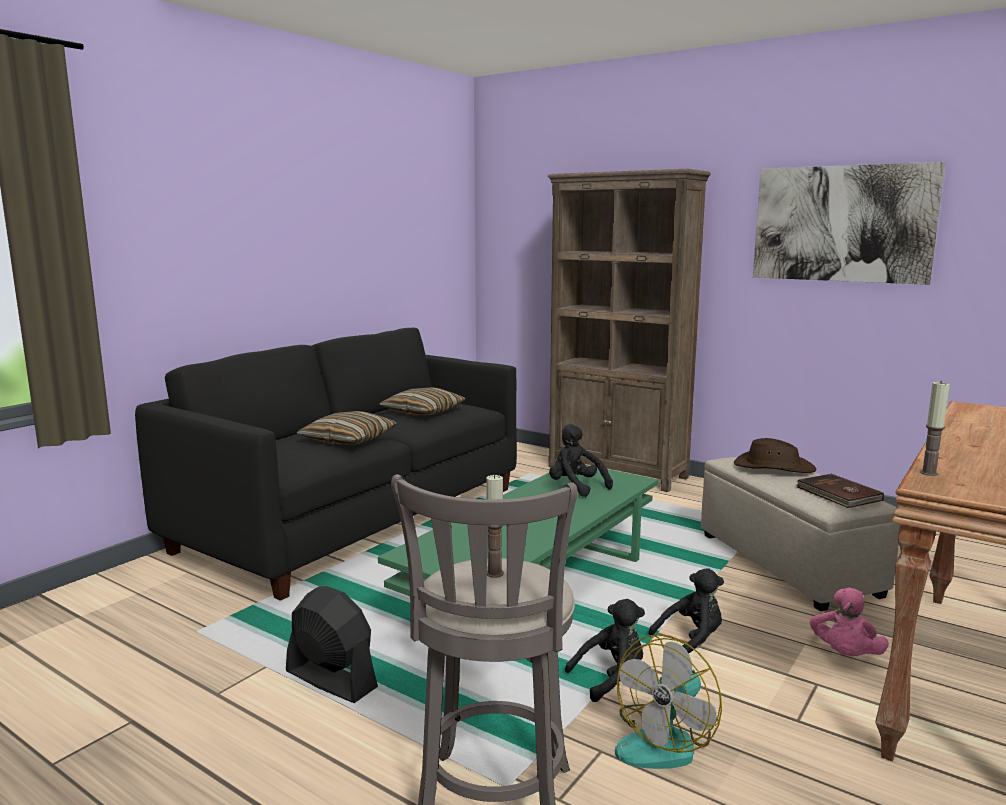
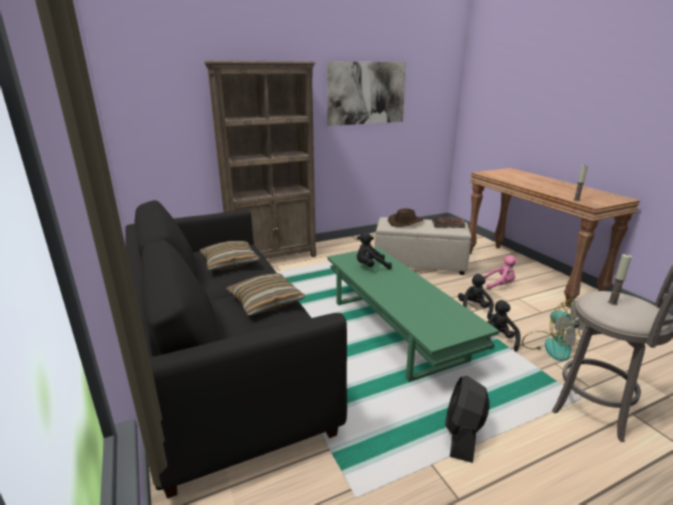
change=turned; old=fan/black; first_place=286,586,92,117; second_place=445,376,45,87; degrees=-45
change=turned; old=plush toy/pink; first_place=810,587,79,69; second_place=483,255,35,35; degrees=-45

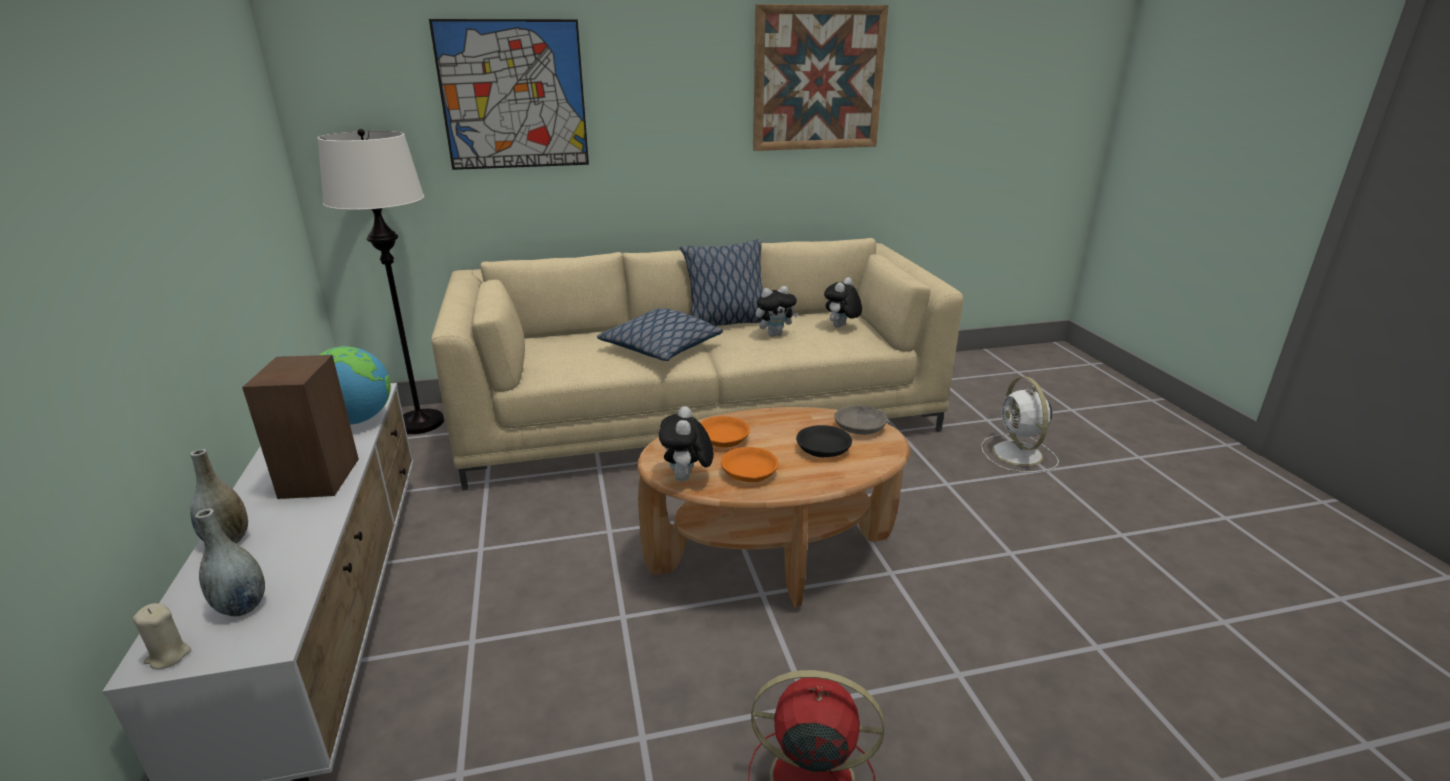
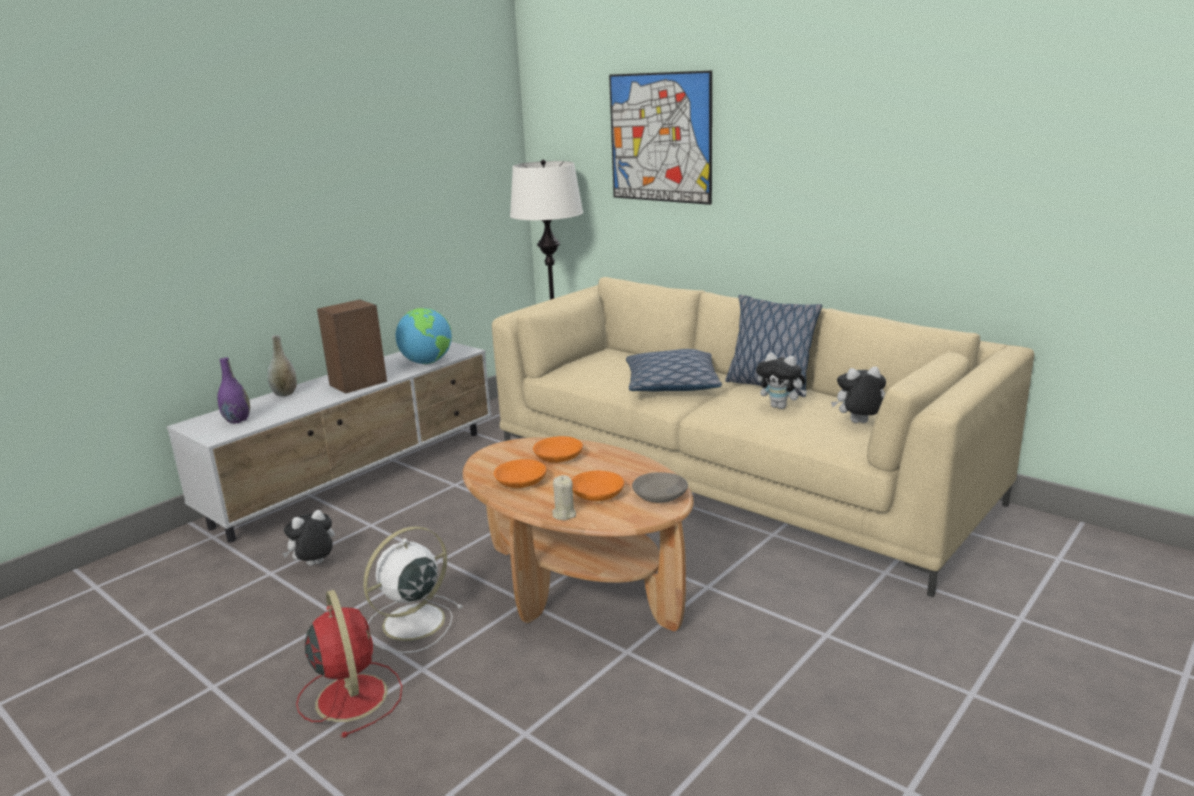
change=moved; old=candle/beige; first_place=133,603,58,66; second_place=552,475,24,45
change=recoloured; old=vase/grey; new=vase/purple; first_place=195,509,70,107; second_place=217,357,33,67
change=moved; old=plush toy; first_place=659,406,55,75; second_place=282,510,53,56
change=removed; old=picture; first_place=753,4,136,147
change=recoloured; old=bowl/black; new=bowl/orange; first_place=796,425,56,32; second_place=572,471,52,30
change=moved; old=fan/white; first_place=981,377,78,96; second_place=363,527,99,126

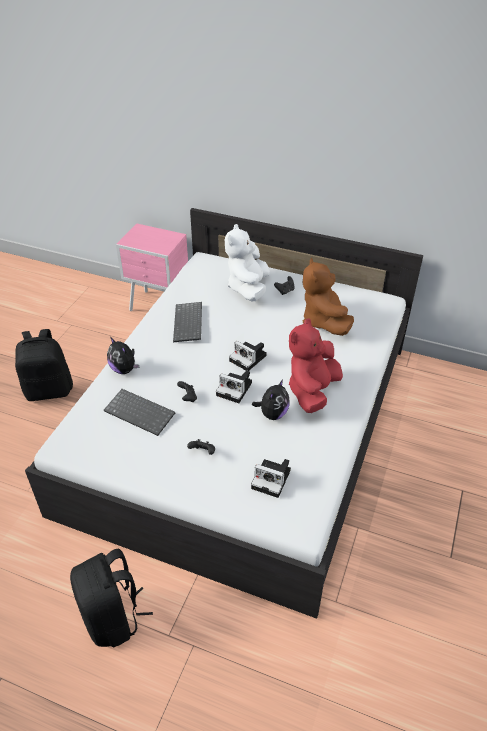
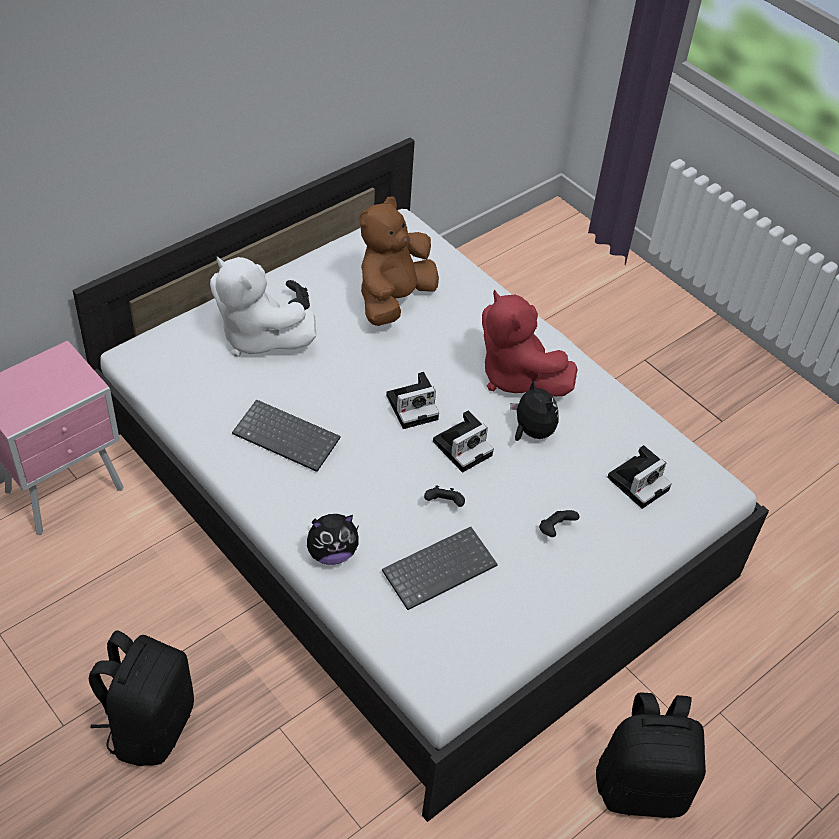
change=turned; old=plush toy/brown; first_place=303,258,51,78; second_place=359,197,80,129; degrees=105

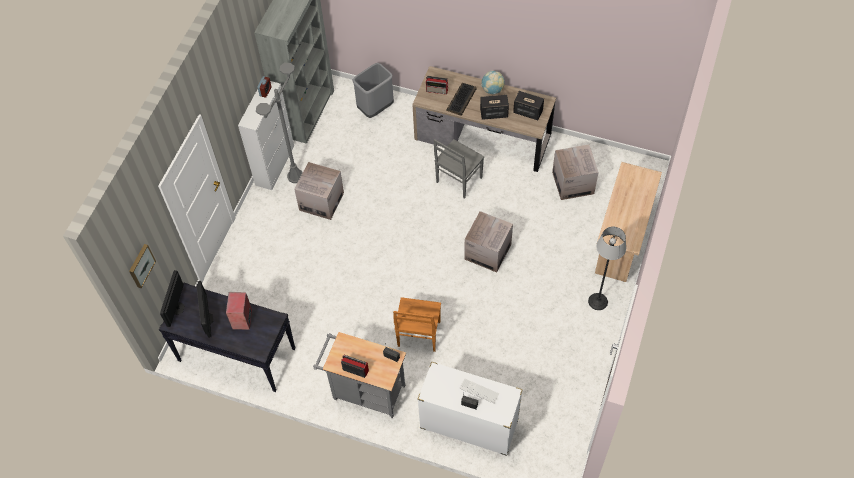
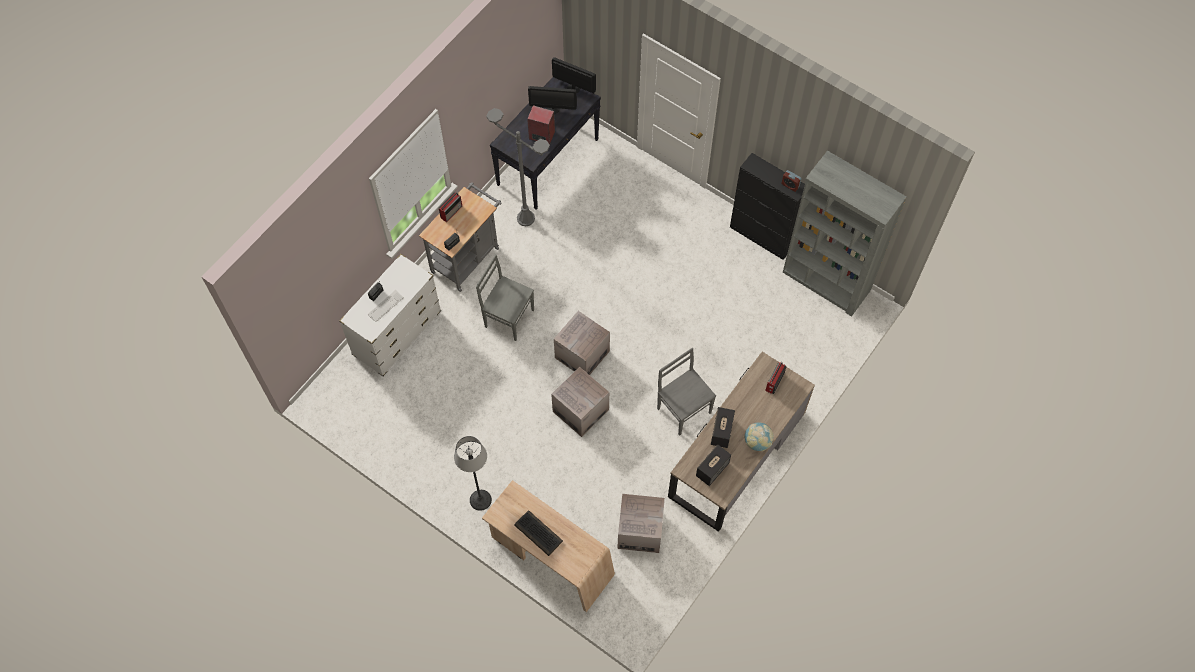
change=removed; old=picture; first_place=129,244,27,44
change=recoloured; old=cabinet/white; new=cabinet/black; first_place=238,81,56,109; second_place=730,153,75,107
change=moved; old=floor lamp/grey; first_place=256,63,47,120; second_place=486,108,64,118
change=moved; old=cardboard box; first_place=294,162,50,58; second_place=554,311,56,64
change=removed; old=trash can/grey; first_place=352,63,42,55
change=recoloured; old=chair/brown; new=chair/grey; first_place=393,297,48,55; second_place=476,254,58,87
change=moved; old=keyboard; first_place=446,83,31,33; second_place=514,510,49,46

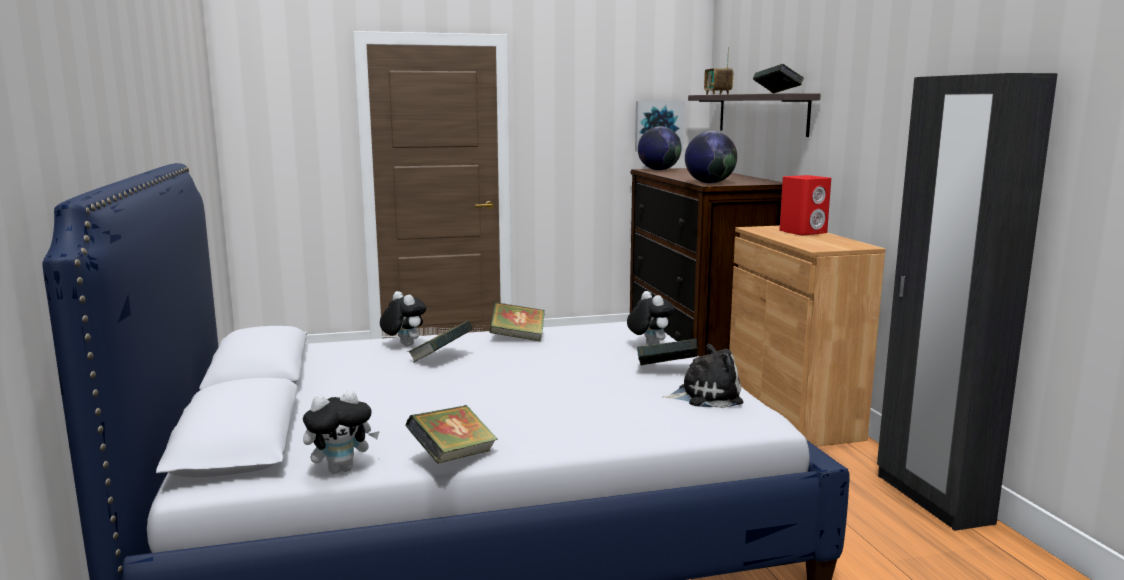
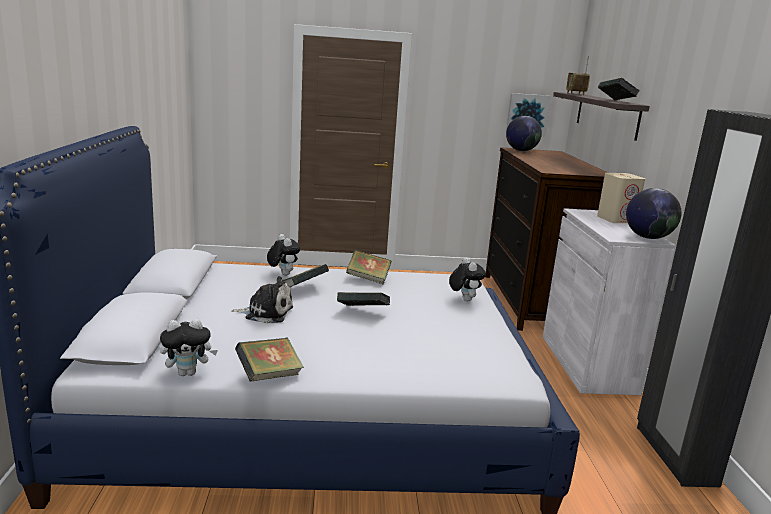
change=moved; old=book; first_place=637,339,61,27; second_place=337,292,53,14
change=moved; old=plush toy; first_place=662,344,81,64; second_place=232,276,61,47
change=moved; old=globe; first_place=685,131,52,52; second_place=626,188,56,51
change=recoloured; old=cabinet/brown; new=cabinet/white; first_place=729,225,156,222; second_place=543,208,133,187
change=recoloured; old=speaker/red; new=speaker/beige; first_place=779,175,52,60; second_place=597,173,48,50

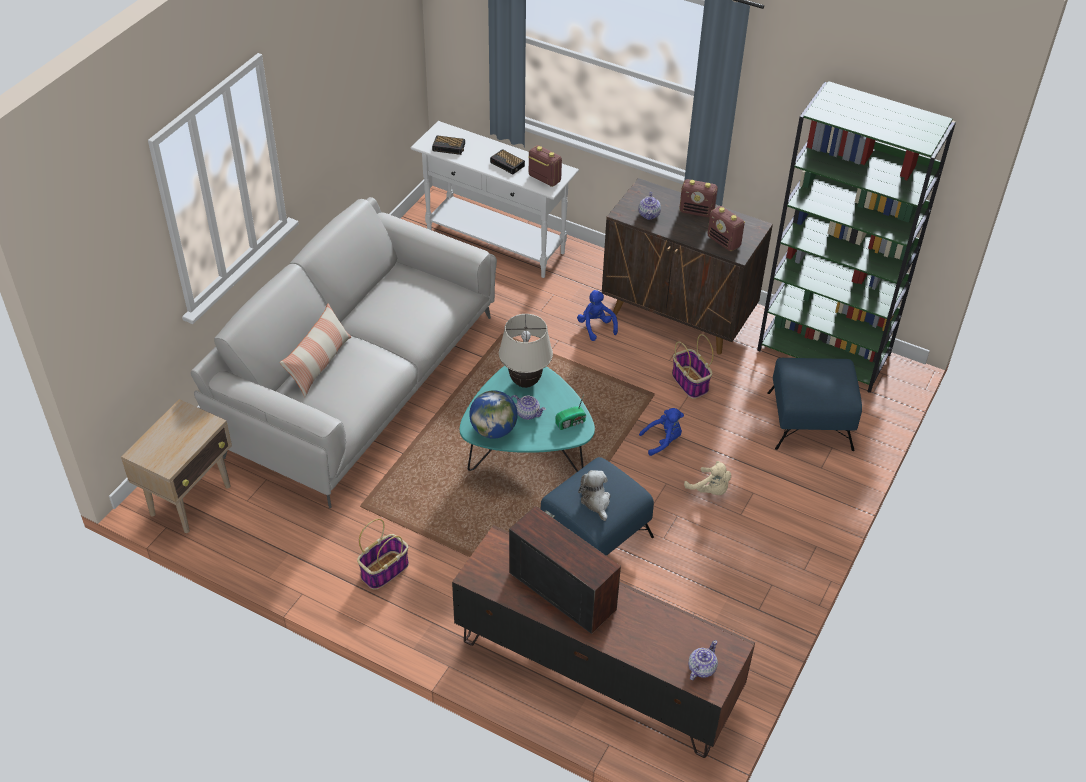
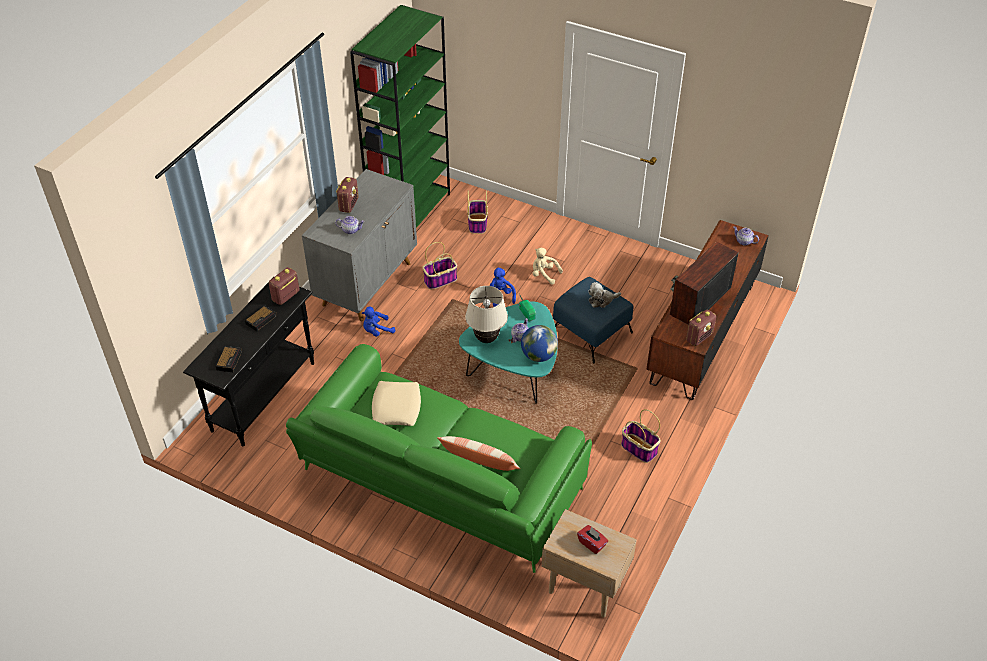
change=recoloured; old=sofa/grey; new=sofa/green; first_place=190,197,307,311; second_place=286,344,306,229
change=recoloured; old=console table/white; new=console table/black; first_place=410,121,169,157; second_place=183,277,131,169
change=recoloured; old=cabinet/brown; new=cabinet/grey; first_place=602,178,171,176; second_place=302,169,115,152
change=turned; old=plush toy/beige; first_place=684,461,47,34; second_place=533,248,30,37; degrees=-105
change=moved; old=radio; first_place=708,206,37,45; second_place=686,310,30,36
change=replaced; old=ottoman/blue; new=basket; first_place=767,358,95,93; second_place=467,190,21,44
change=added; new=pillow/beige; second_place=372,381,49,45
change=added; new=tissue box/red; second_place=577,525,31,29

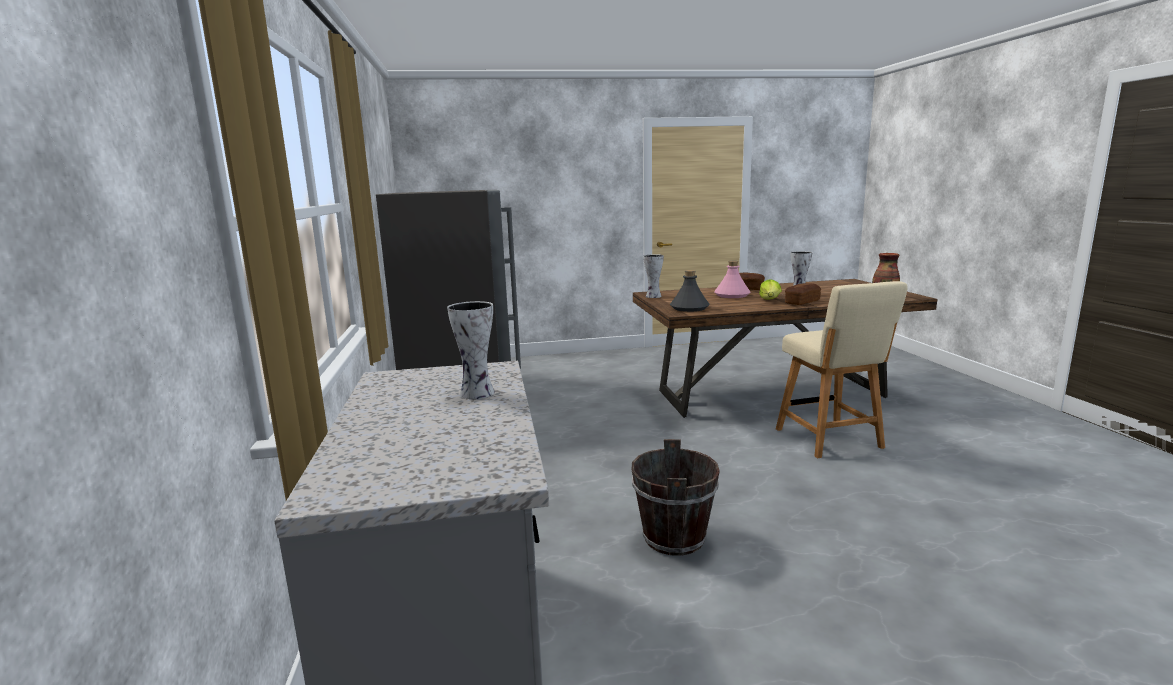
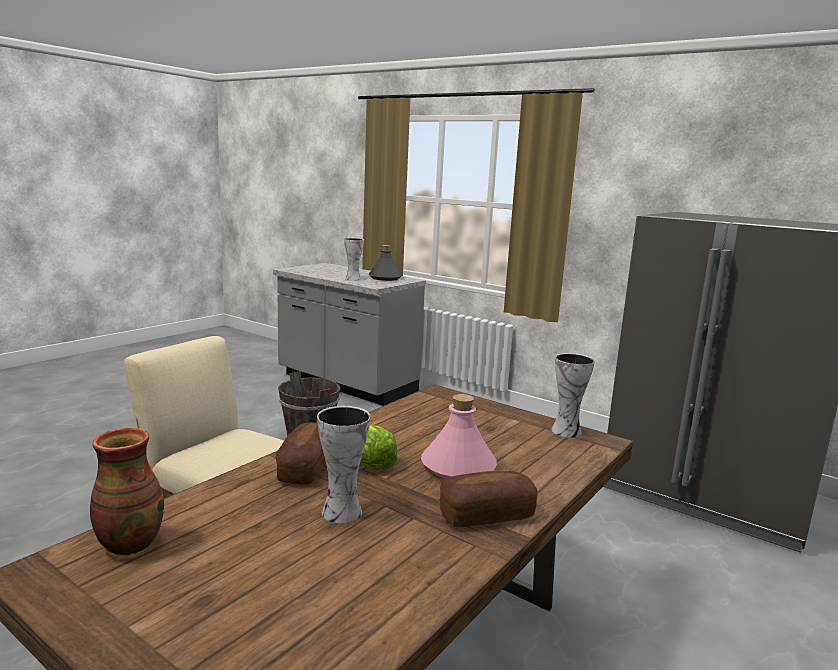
change=moved; old=bottle/grey; first_place=670,270,39,42; second_place=369,245,33,36

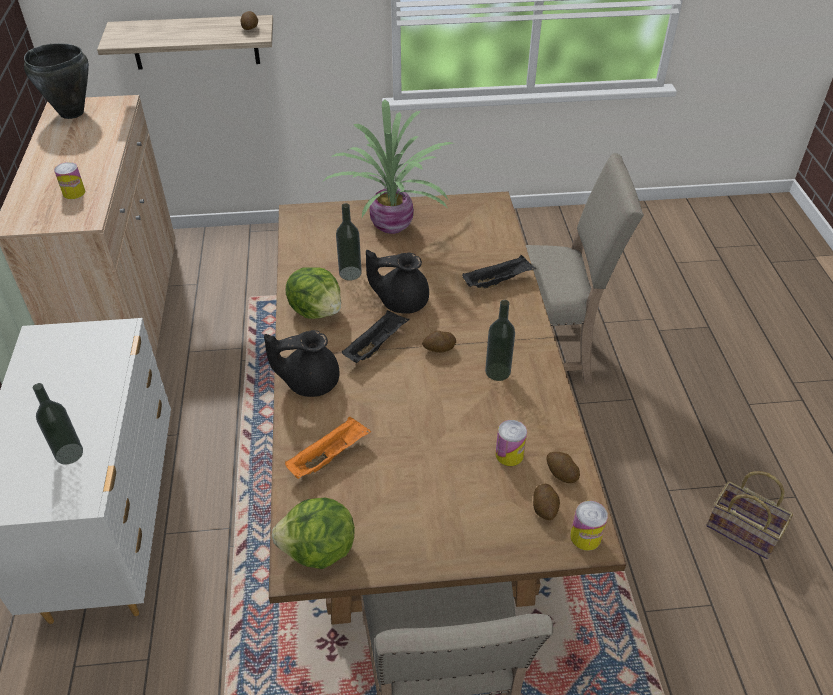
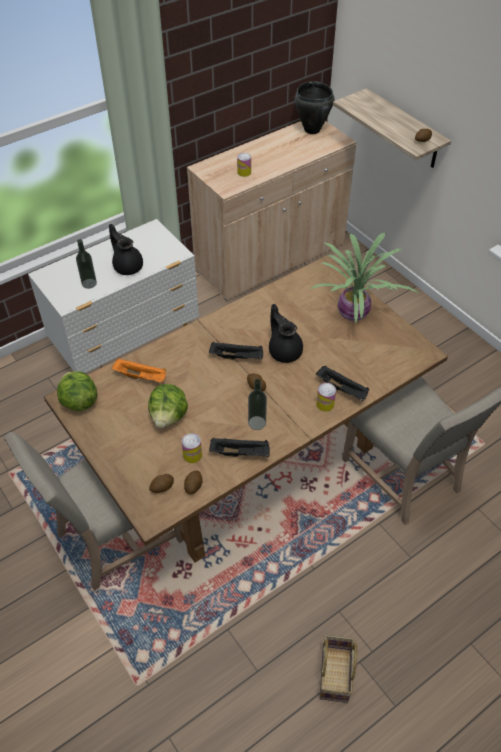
change=moved; old=teapot/black; first_place=264,330,75,67; second_place=109,224,34,51
change=moved; old=lettuce; first_place=286,267,55,52; second_place=148,384,40,44
change=removed; old=bottle; first_place=336,203,26,78
change=moved; old=can; first_place=570,501,38,50; second_place=316,383,20,29
change=added; new=tray/black; second_place=209,438,61,19

